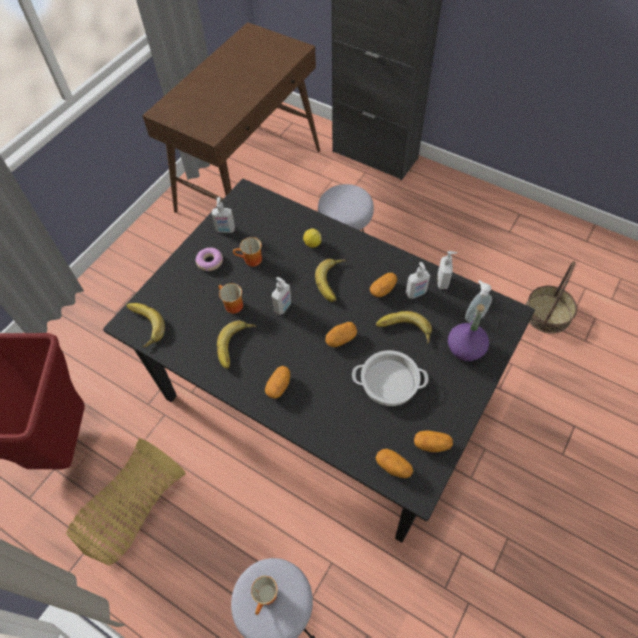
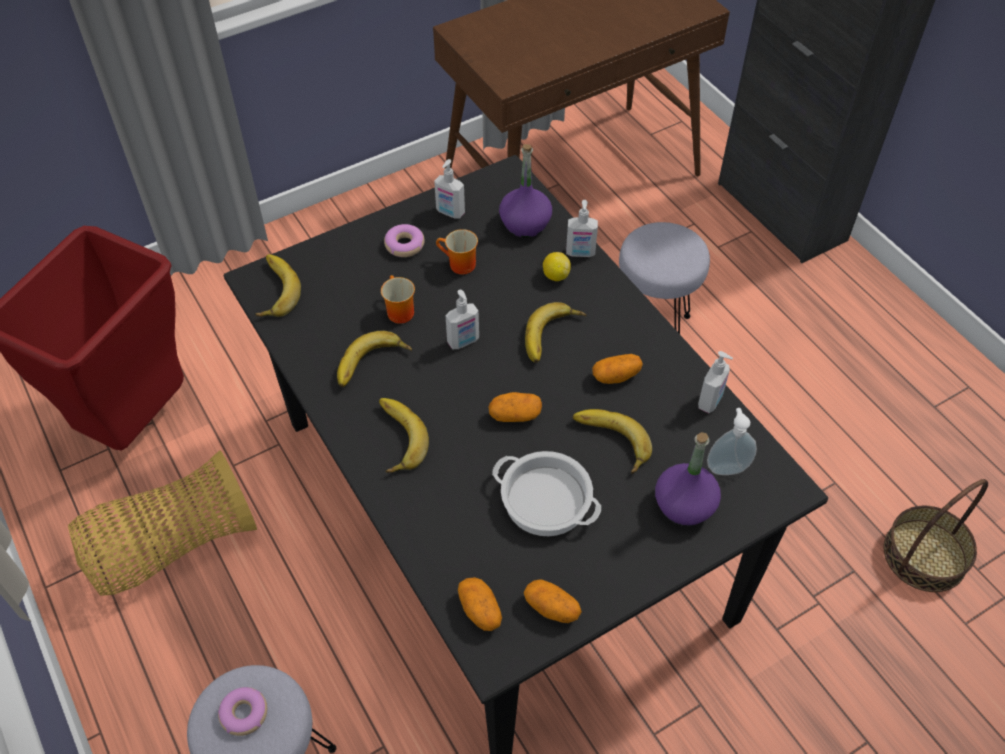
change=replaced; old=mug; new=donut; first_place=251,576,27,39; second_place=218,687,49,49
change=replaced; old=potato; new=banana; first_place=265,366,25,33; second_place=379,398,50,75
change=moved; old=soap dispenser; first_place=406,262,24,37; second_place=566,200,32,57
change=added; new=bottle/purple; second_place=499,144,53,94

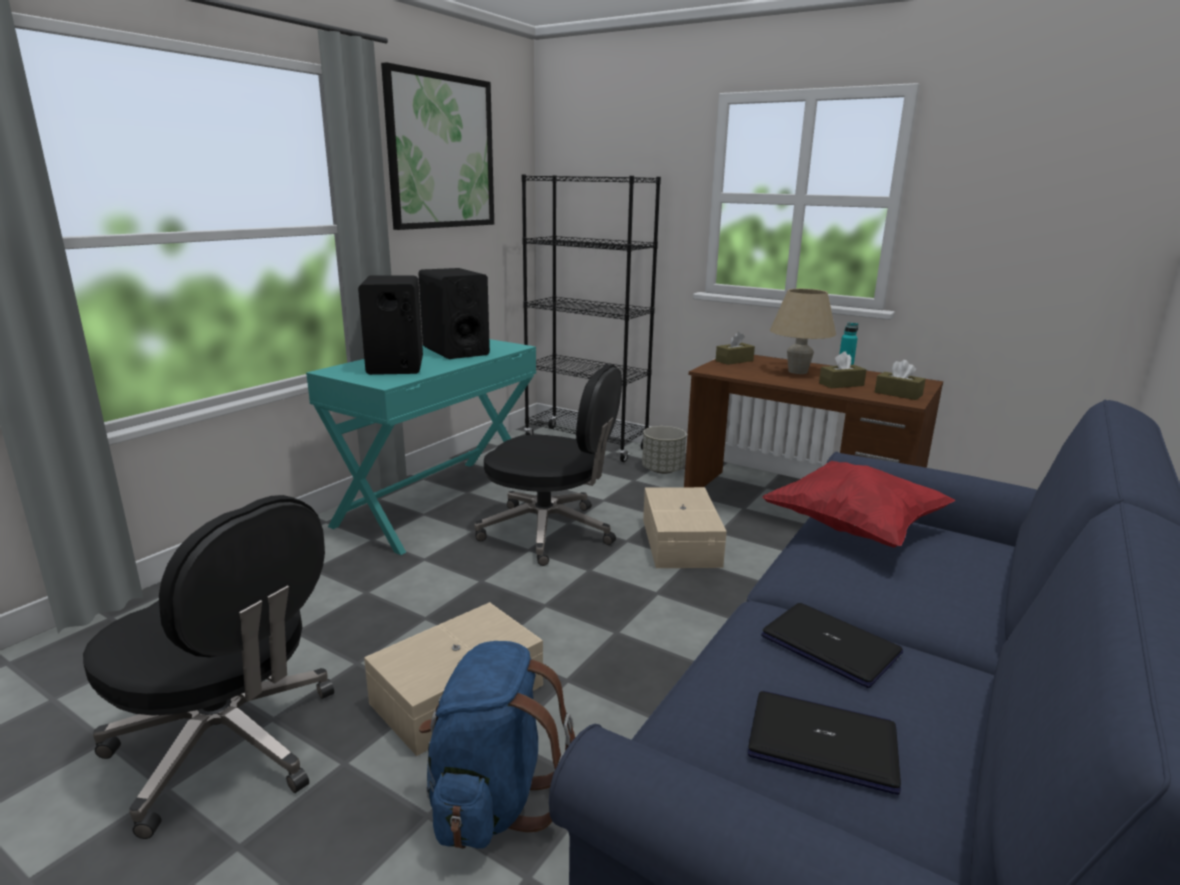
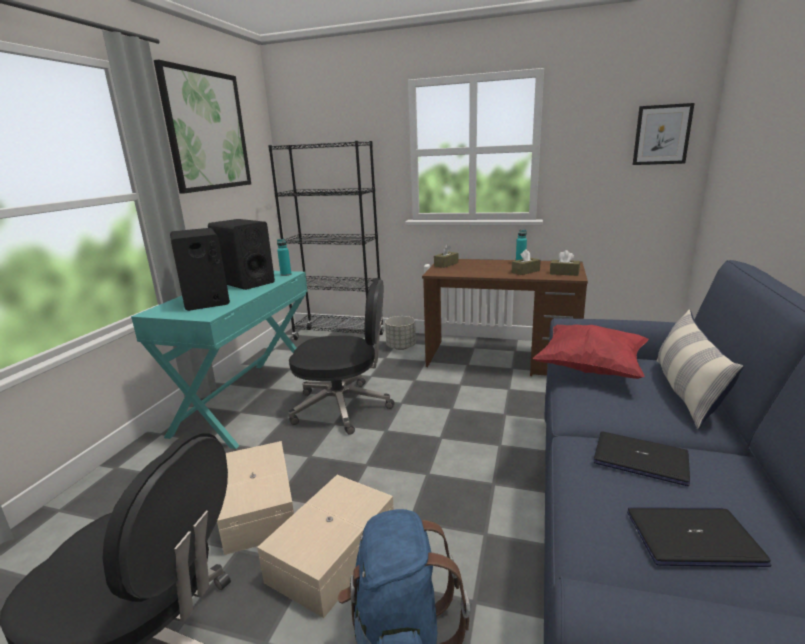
change=moved; old=storage box/beige; first_place=643,487,84,81; second_place=217,441,77,114
change=removed; old=table lamp/beige; first_place=770,289,66,85
change=added; new=bottle/turquoise; second_place=277,239,14,37
change=added; new=picture; second_place=633,103,62,62
change=added; new=pillow; second_place=657,309,87,120

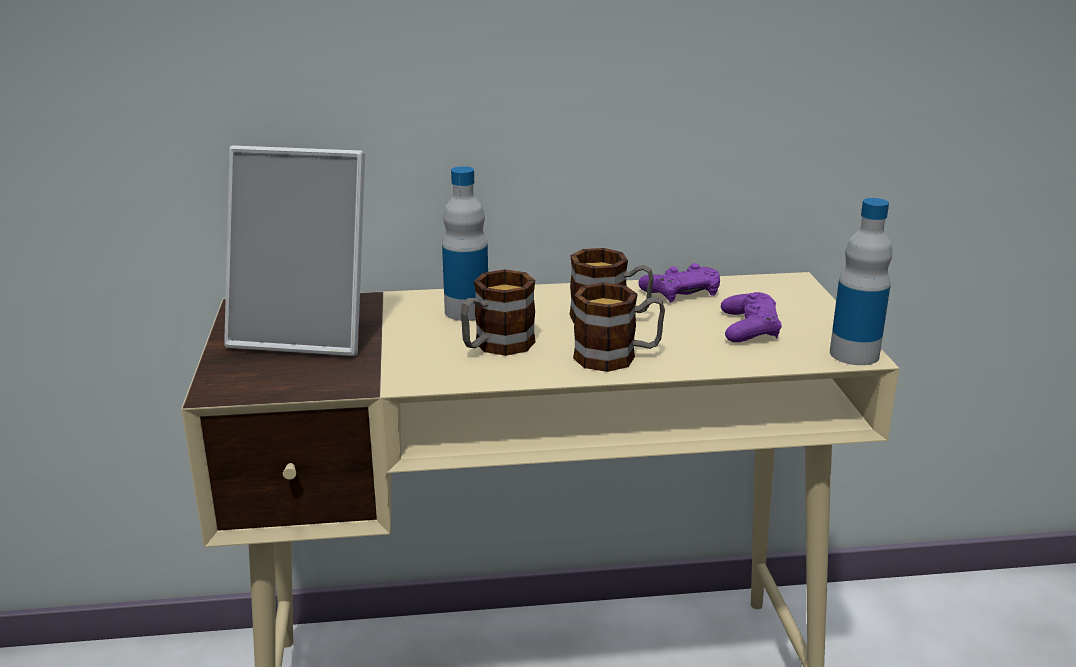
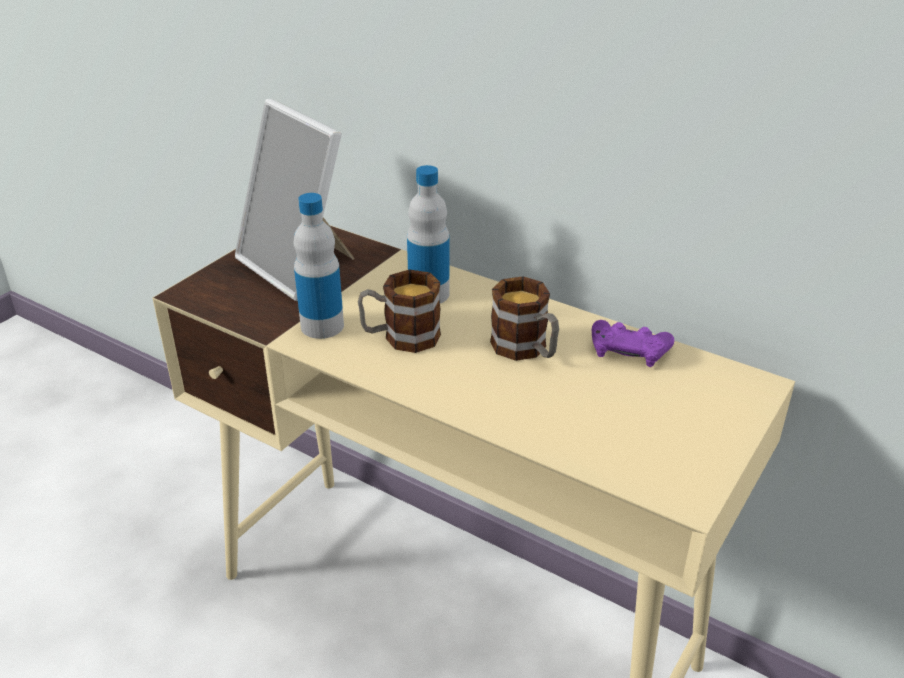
change=removed; old=mug; first_place=573,282,92,90
change=removed; old=game controller/purple; first_place=721,292,61,50
change=moved; old=bottle; first_place=830,198,63,167; second_place=294,193,50,146

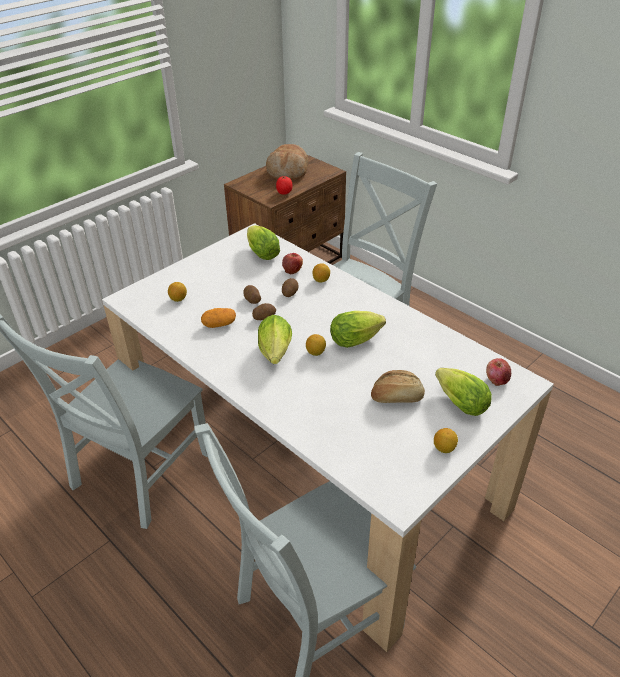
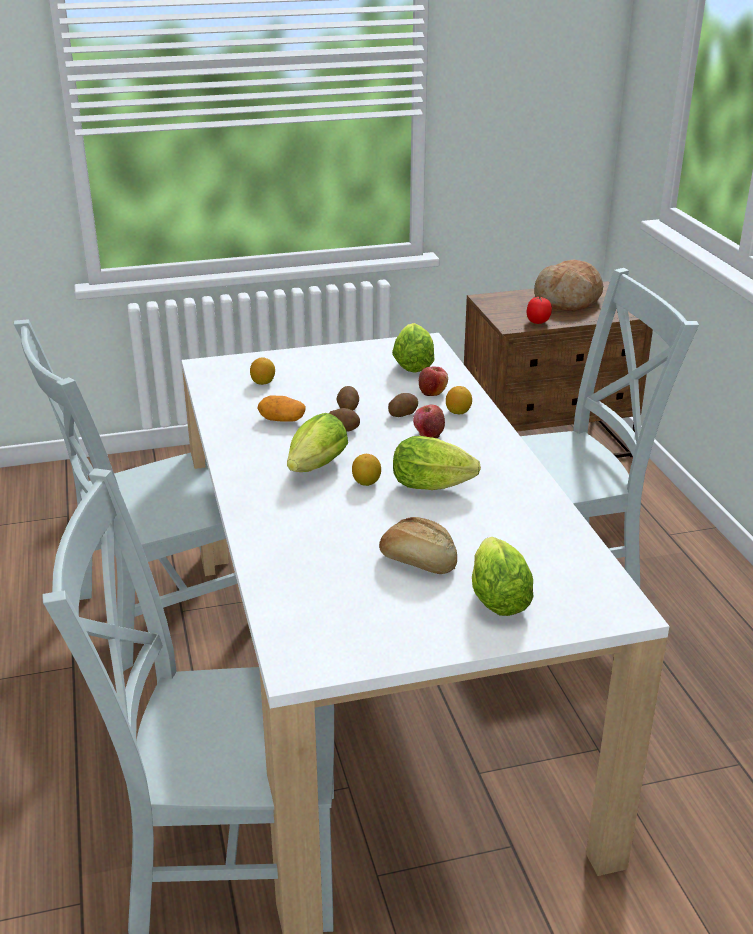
change=removed; old=lemon; first_place=434,428,24,25
change=moved; old=apple; first_place=486,358,25,28; second_place=413,405,32,33

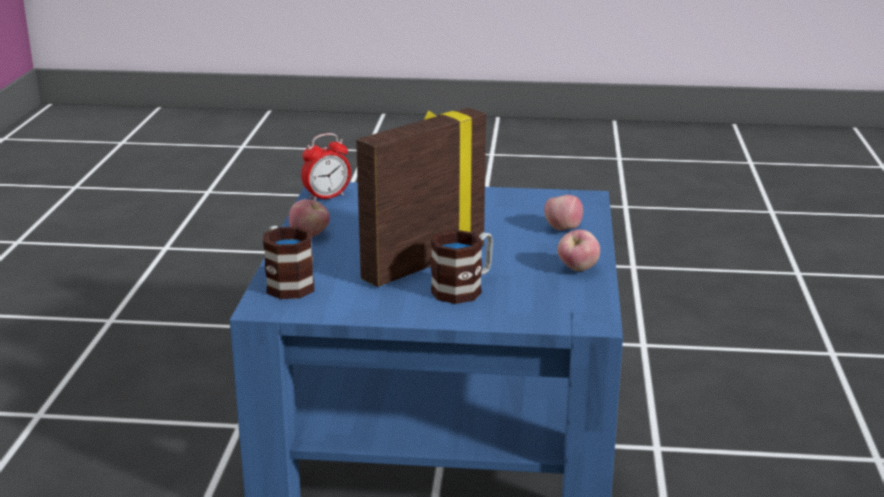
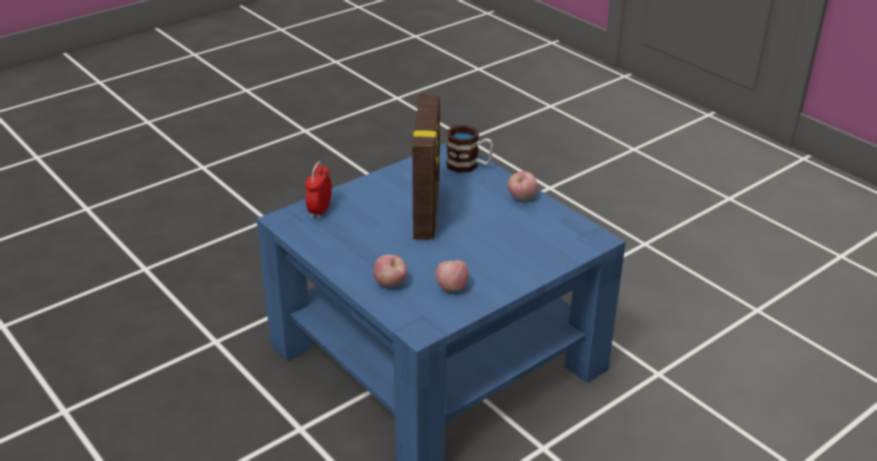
change=moved; old=alarm clock; first_place=301,133,50,67; second_place=305,161,27,58
change=removed; old=mug; first_place=431,230,62,74
change=moved; old=apple; first_place=557,230,43,41; second_place=435,260,34,31

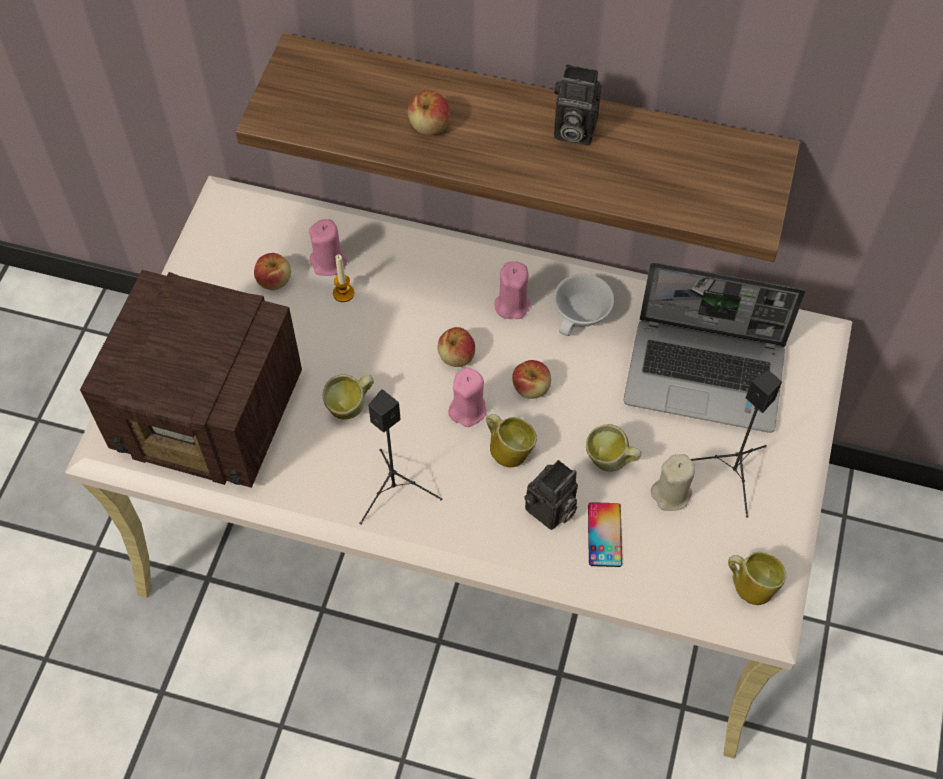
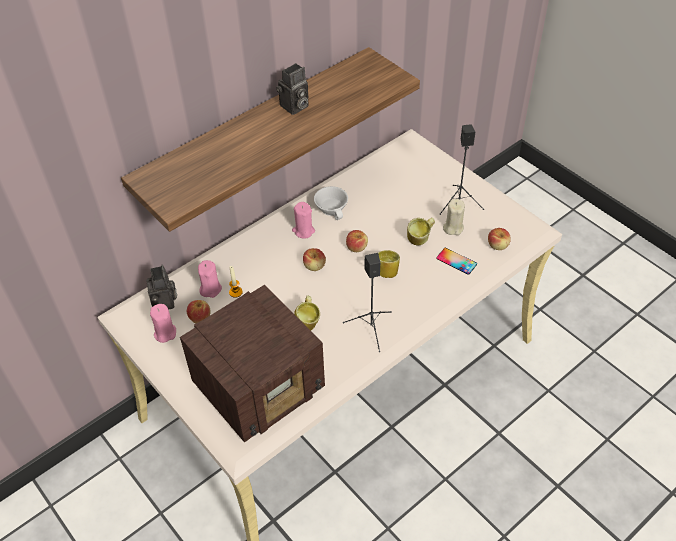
change=moved; old=apple; first_place=408,90,42,45; second_place=488,228,23,22
change=moved; old=candle/pink; first_place=448,368,39,59; second_place=150,304,26,39
change=moved; old=photo camera; first_place=524,460,54,70; second_place=146,265,31,45
change=removed; old=laptop; first_place=624,262,181,171
change=removed; old=mug; first_place=728,552,59,53

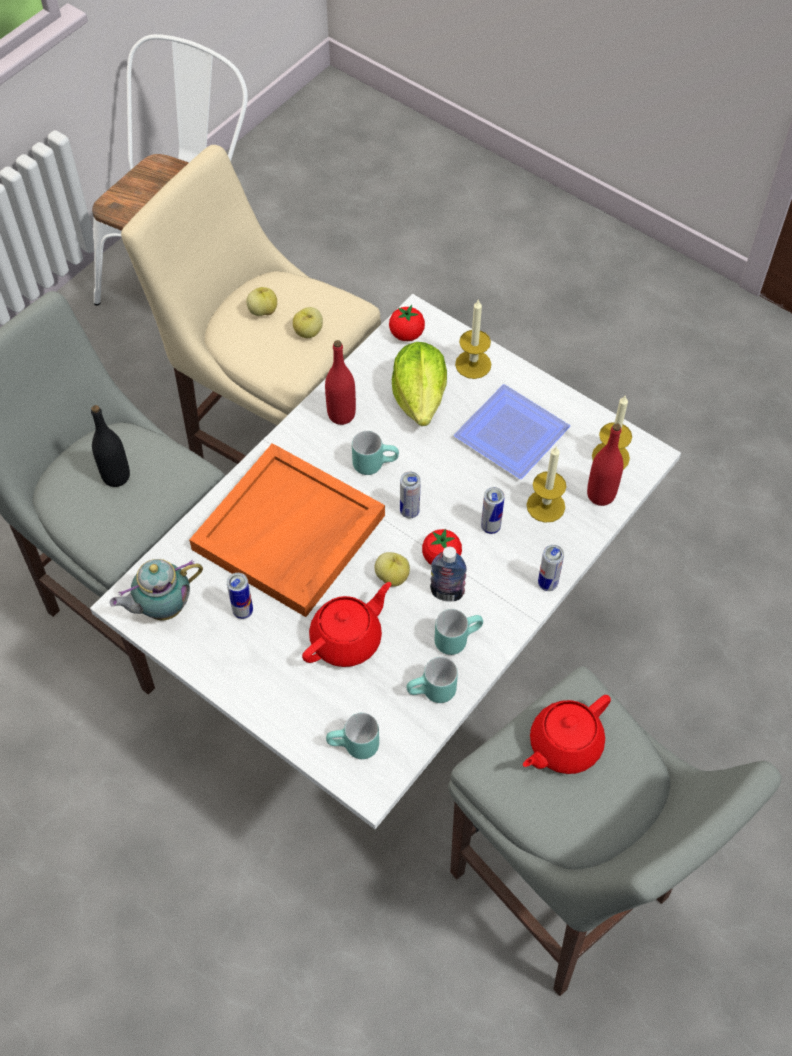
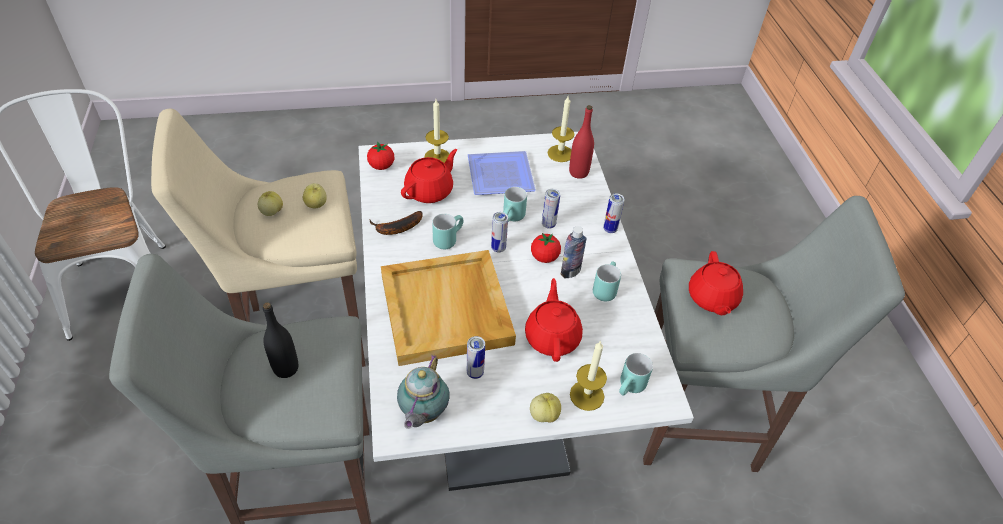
change=recoloured; old=tray/orange; new=tray/beige; first_place=189,443,196,174; second_place=381,250,135,116
change=replaced; old=bottle/red; new=banana; first_place=325,340,31,85; second_place=369,211,54,24
change=moved; old=apple; first_place=375,552,35,35; second_place=530,393,31,30
change=replaced; old=lettuce; new=teapot/red; first_place=392,342,55,84; second_place=401,149,56,54
change=moved; old=mug/turquoise; first_place=406,657,52,46; second_place=503,187,24,35
change=moved; old=candle; first_place=527,447,39,76; second_place=570,340,37,71

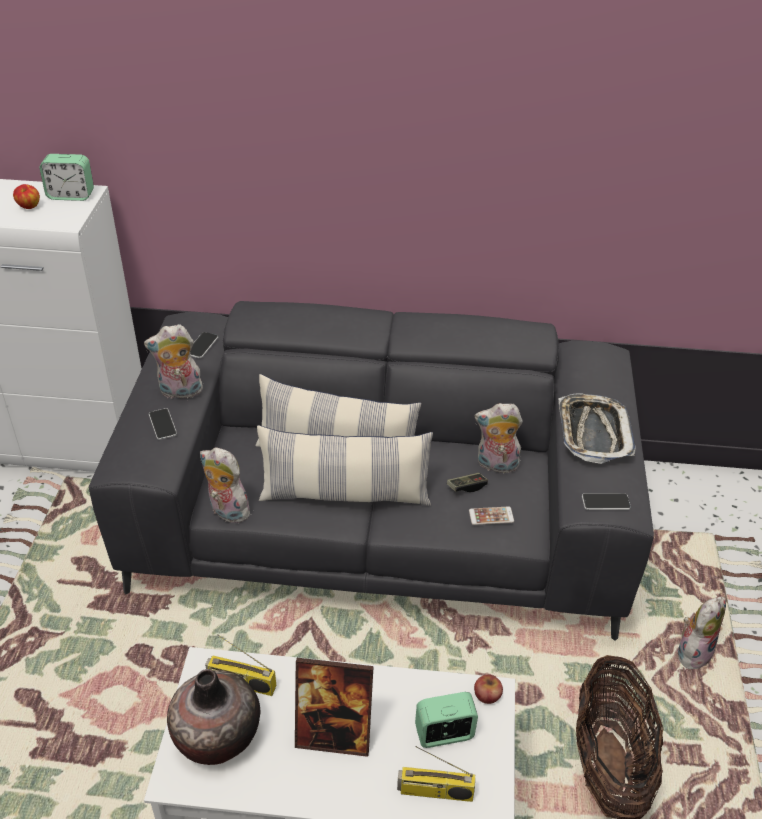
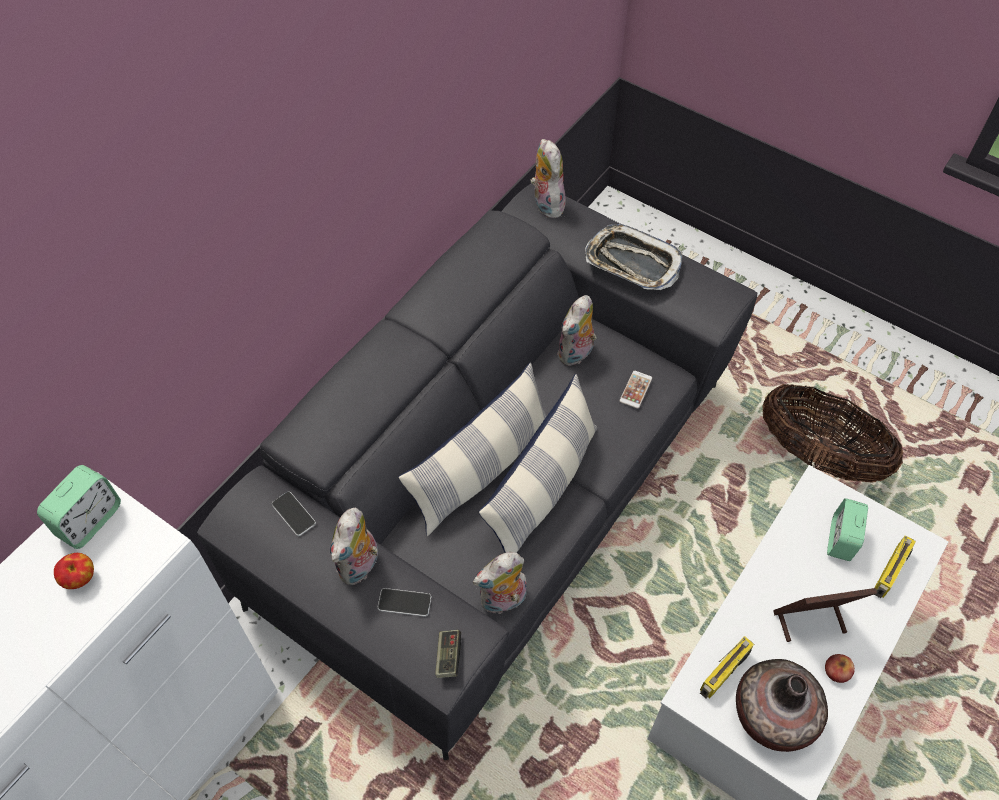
change=turned; old=picture frame; first_place=295,658,79,99; second_place=773,588,104,54; degrees=-135
change=moved; old=game controller; first_place=447,473,41,19; second_place=435,630,26,48
change=moved; old=apple; first_place=474,675,29,29; second_place=825,654,30,29
change=removed; old=phone; first_place=582,493,49,17
change=moved; old=plush toy; first_place=678,597,48,76; second_place=530,139,36,79

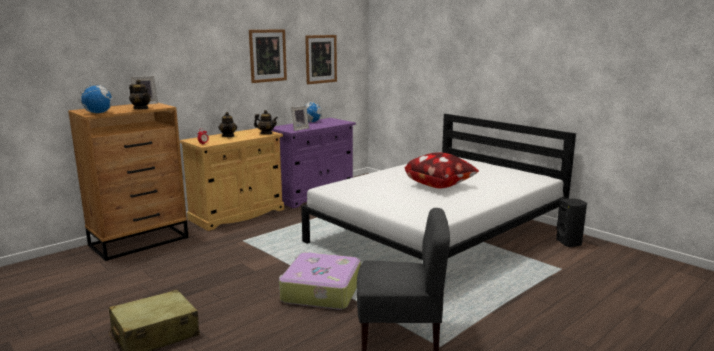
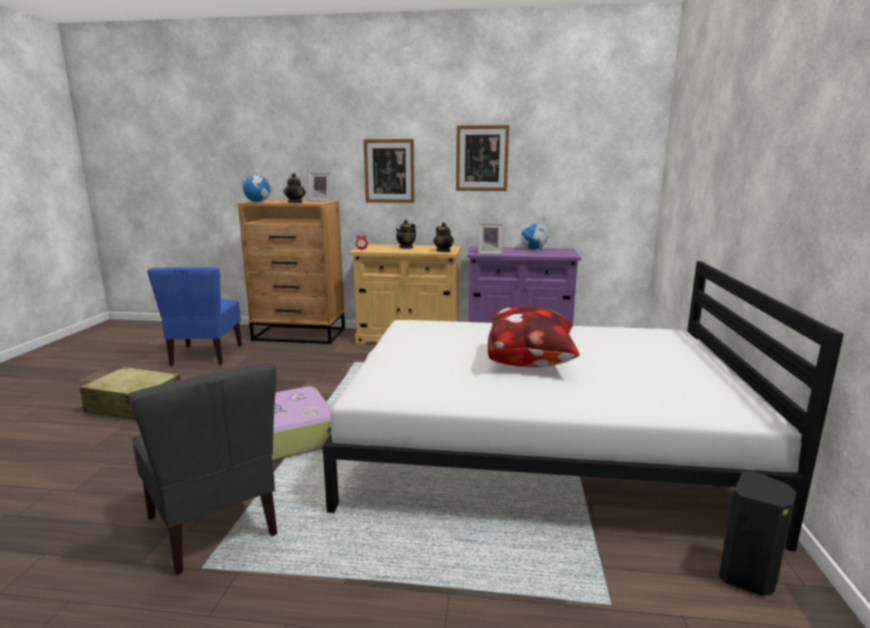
change=moved; old=picture; first_place=305,35,32,49; second_place=363,139,52,64
change=added; new=chair/blue; second_place=147,267,95,99

